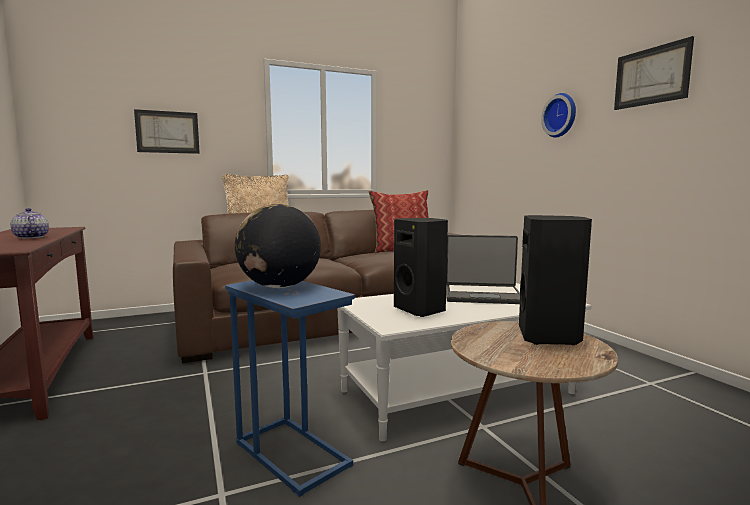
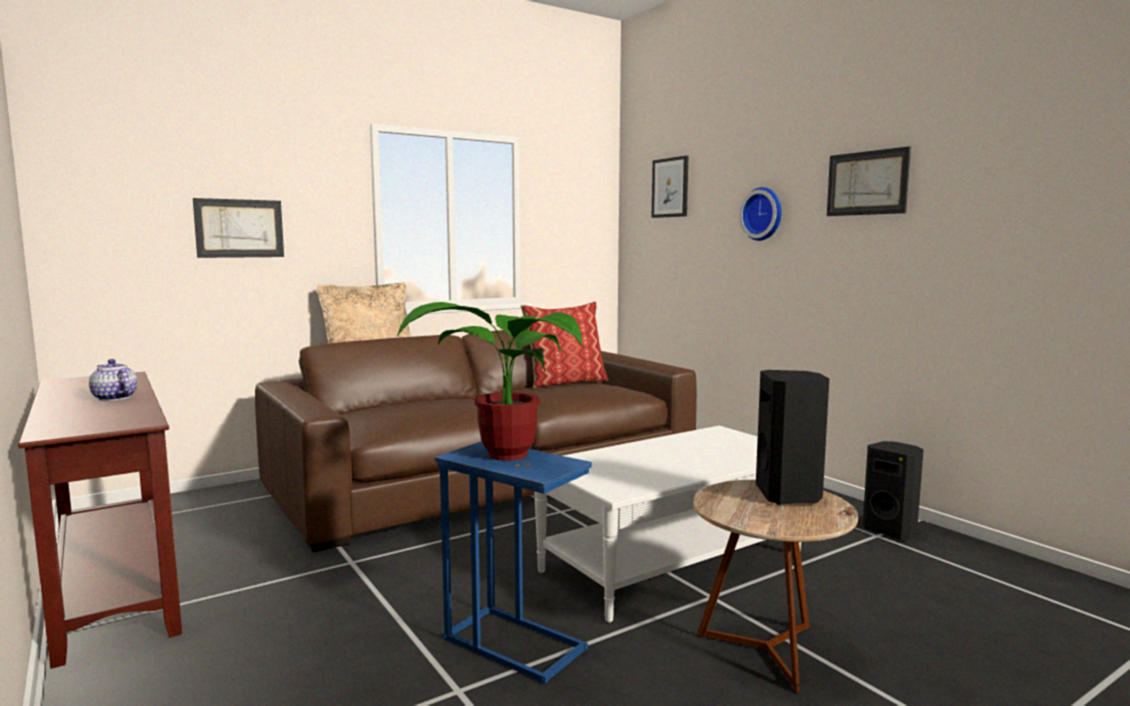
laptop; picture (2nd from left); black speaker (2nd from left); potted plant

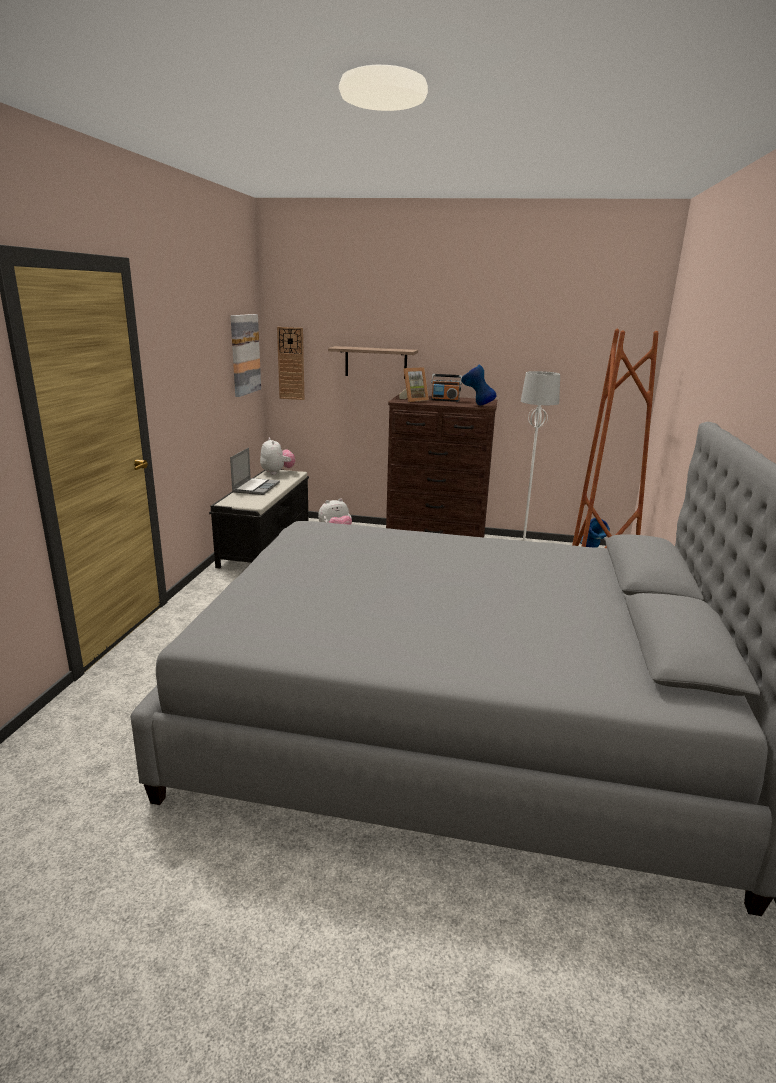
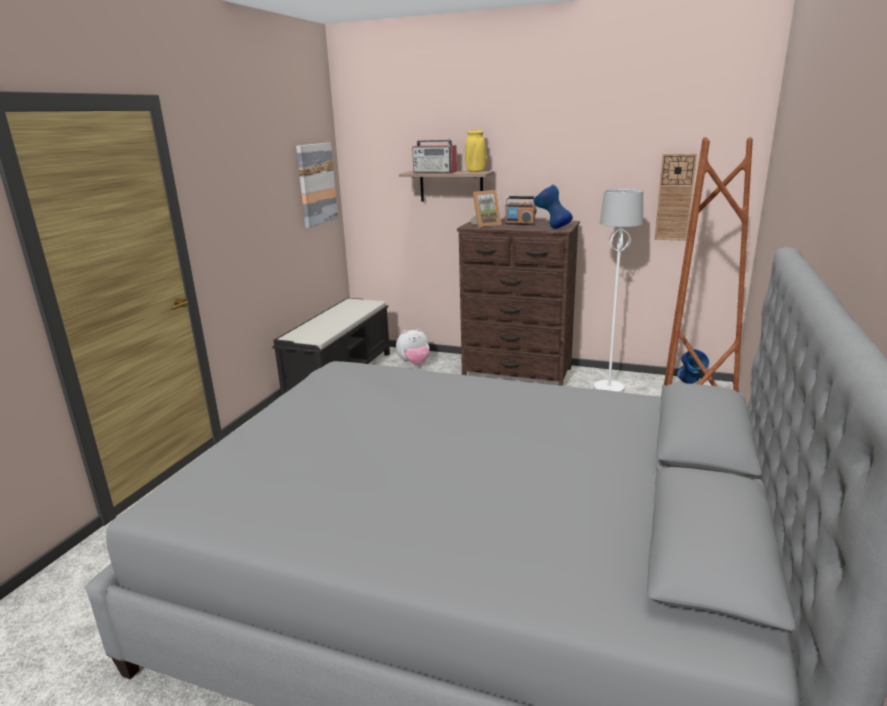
laptop; plush toy (1st from left in the first image); radio (1st from left); yellow vase; wall clock

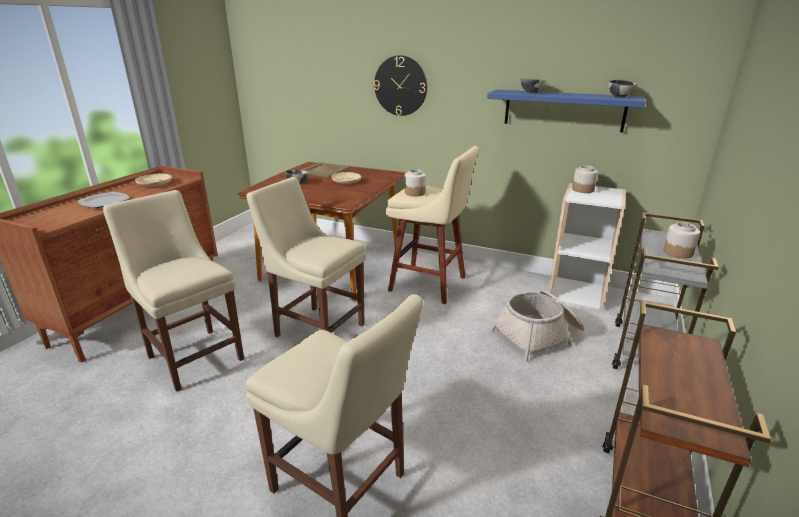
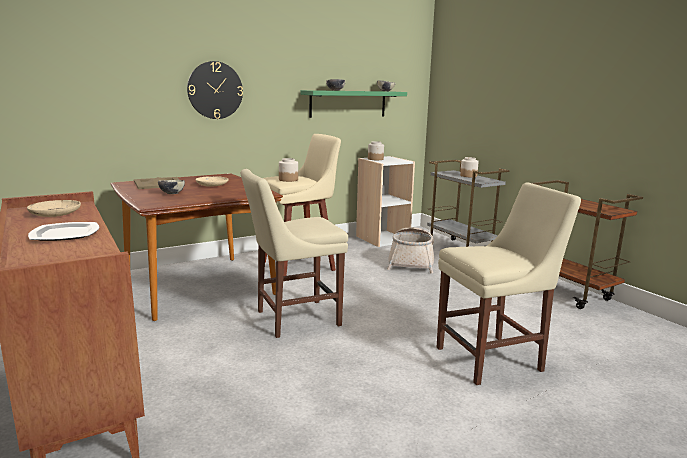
beige chair (1st from left in the first image); green shelf

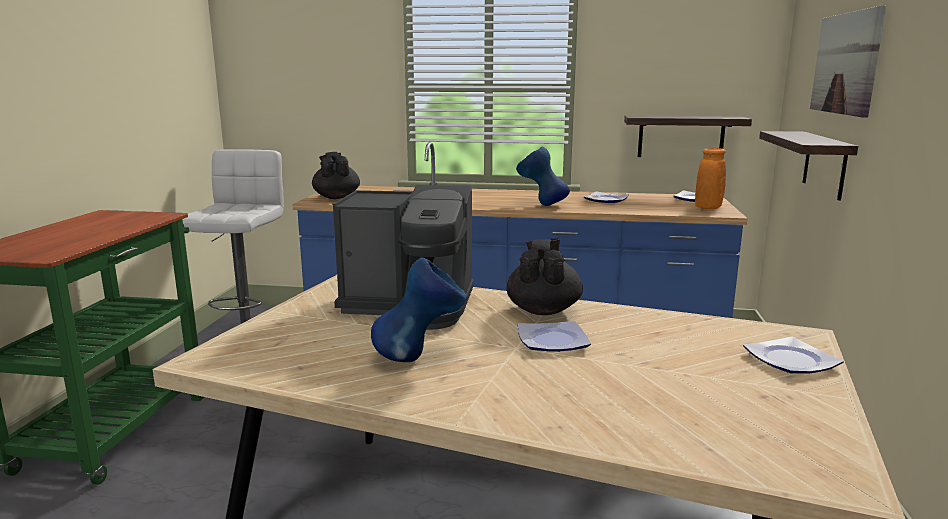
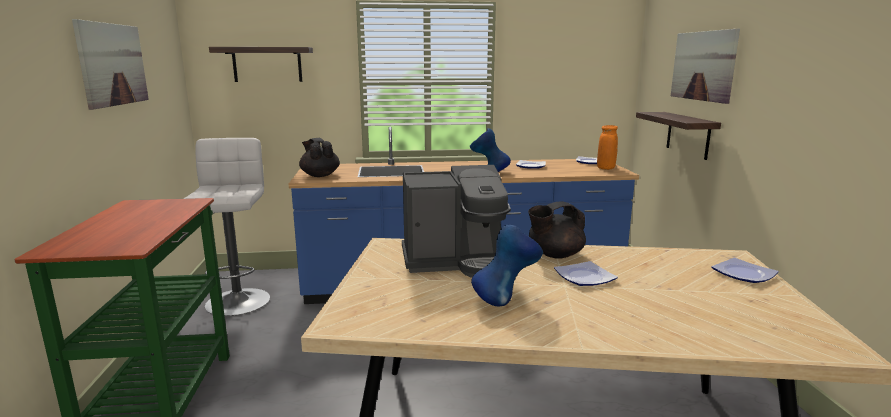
picture (1st from left); shelf (1st from left); black teapot (2nd from left)

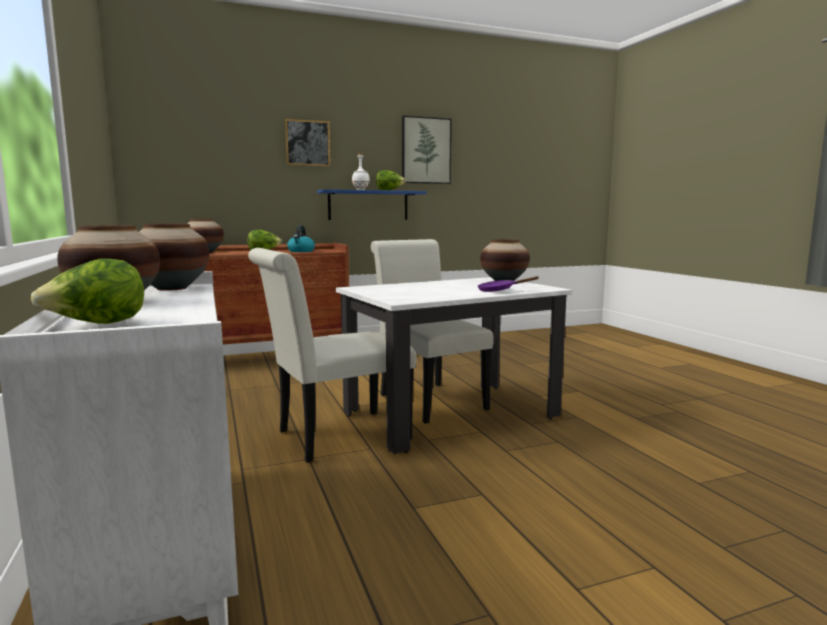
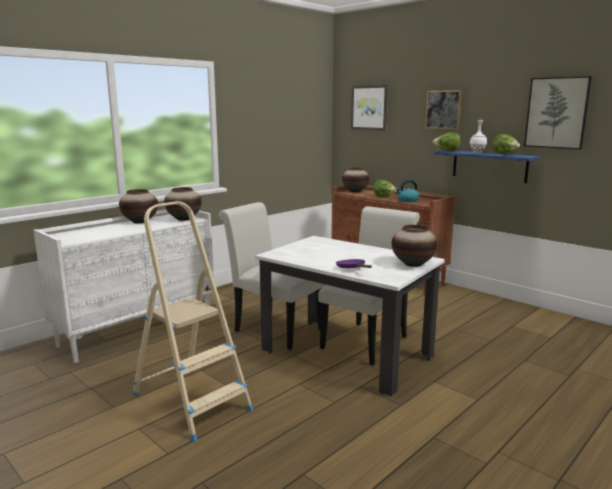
beige step ladder; picture (1st from left); lettuce (2nd from left)

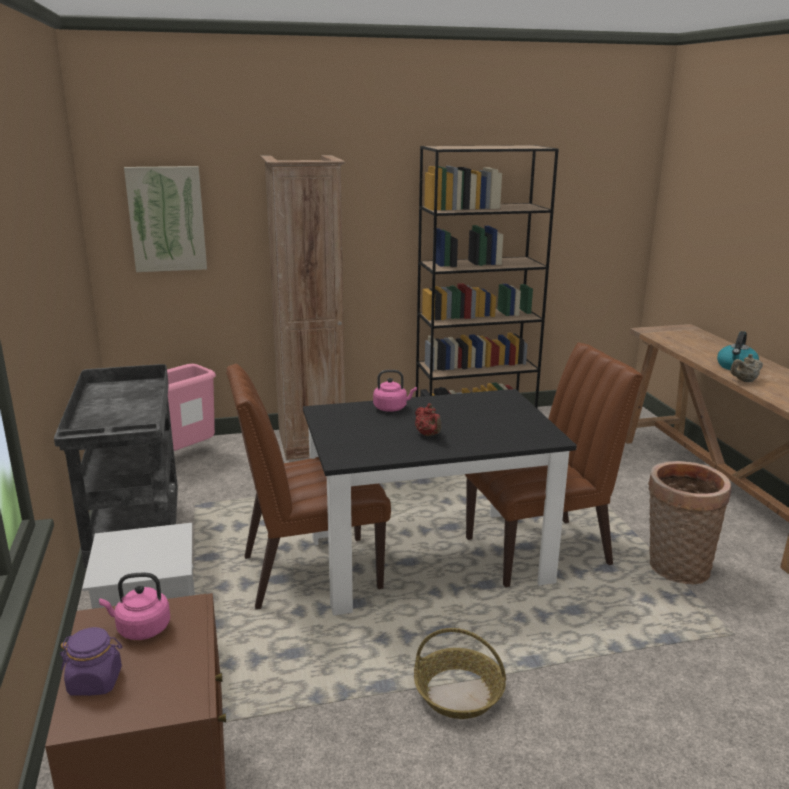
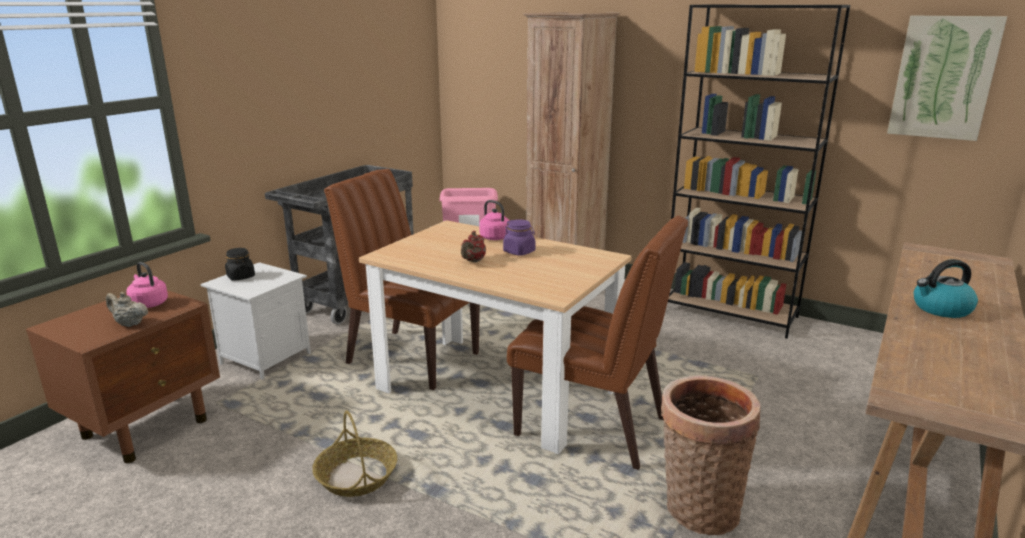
black jar; purple jar; picture; beige teapot; beige dining table

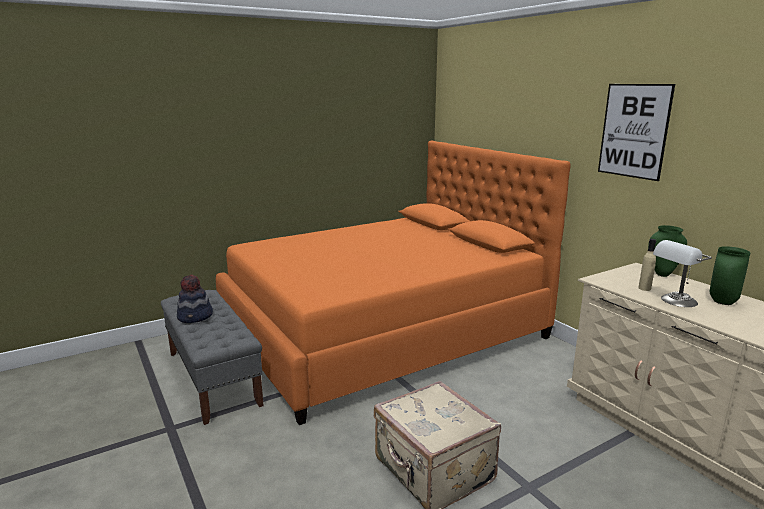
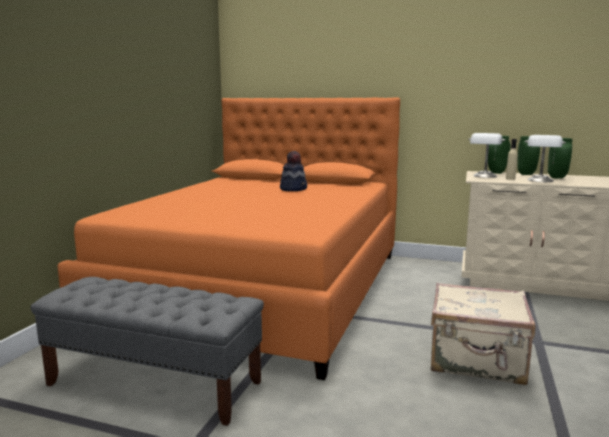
picture; white table lamp (1st from left); green vase (2nd from left); hat

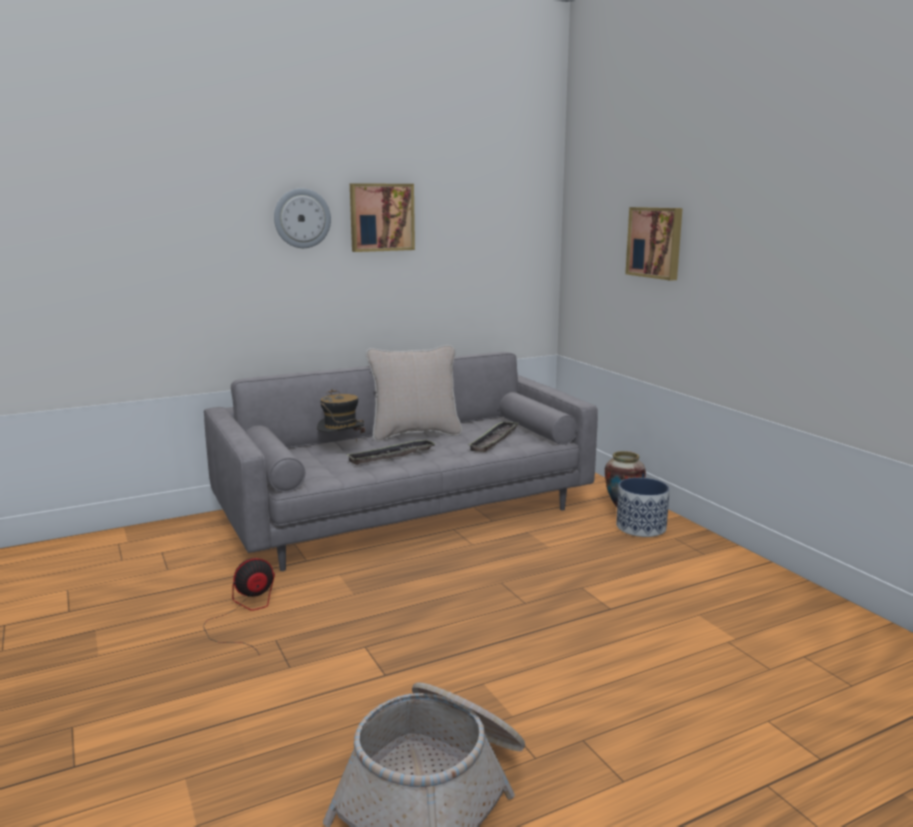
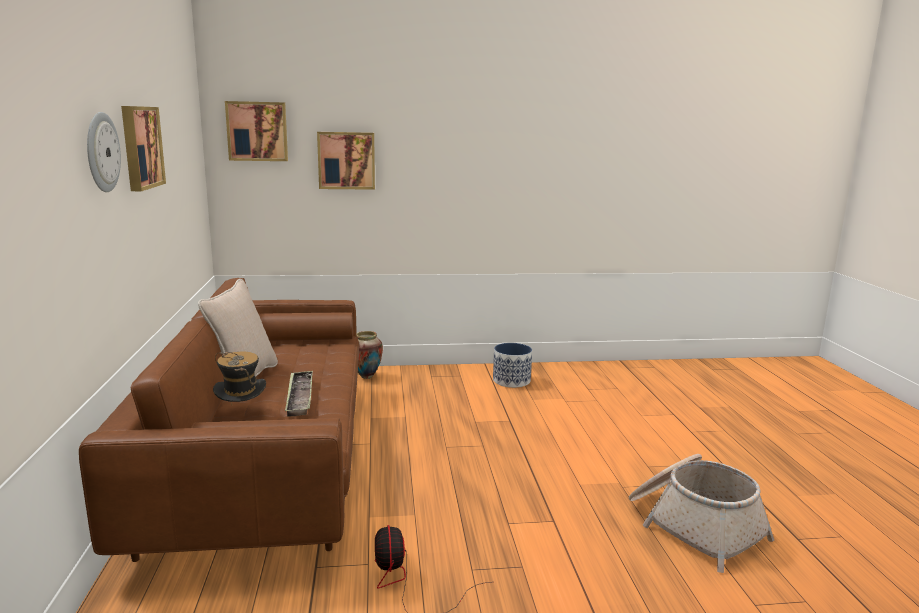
tray (2nd from left in the first image); picture (2nd from left); planter; brown sofa

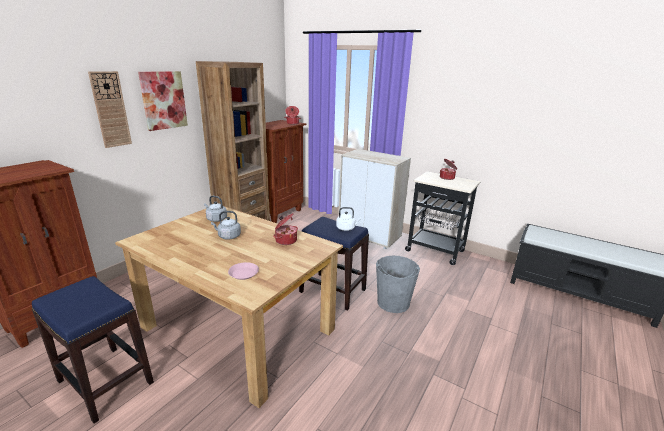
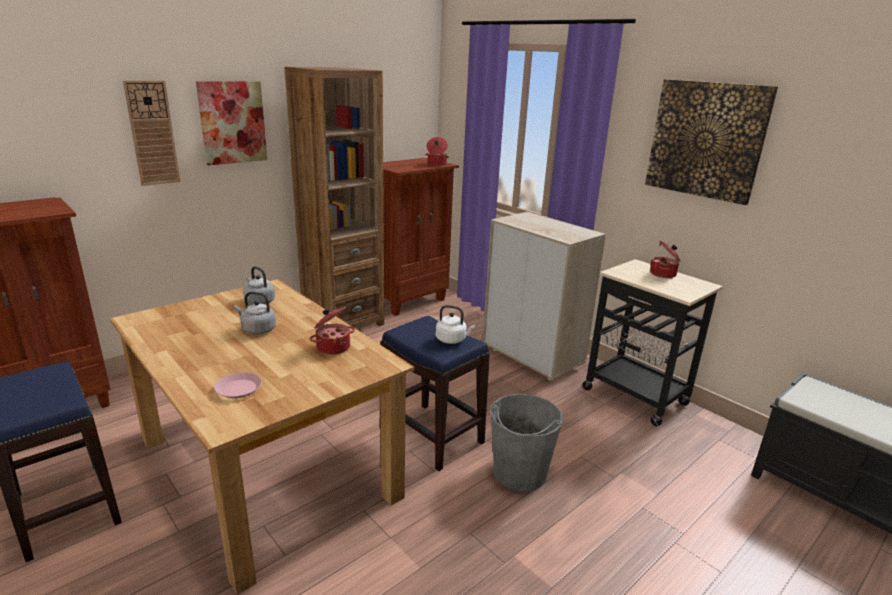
picture (2nd from left)

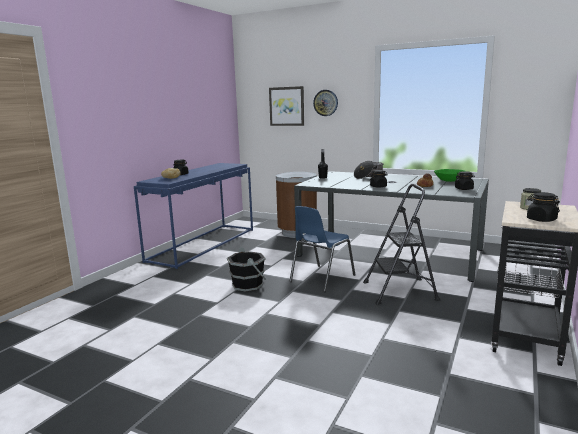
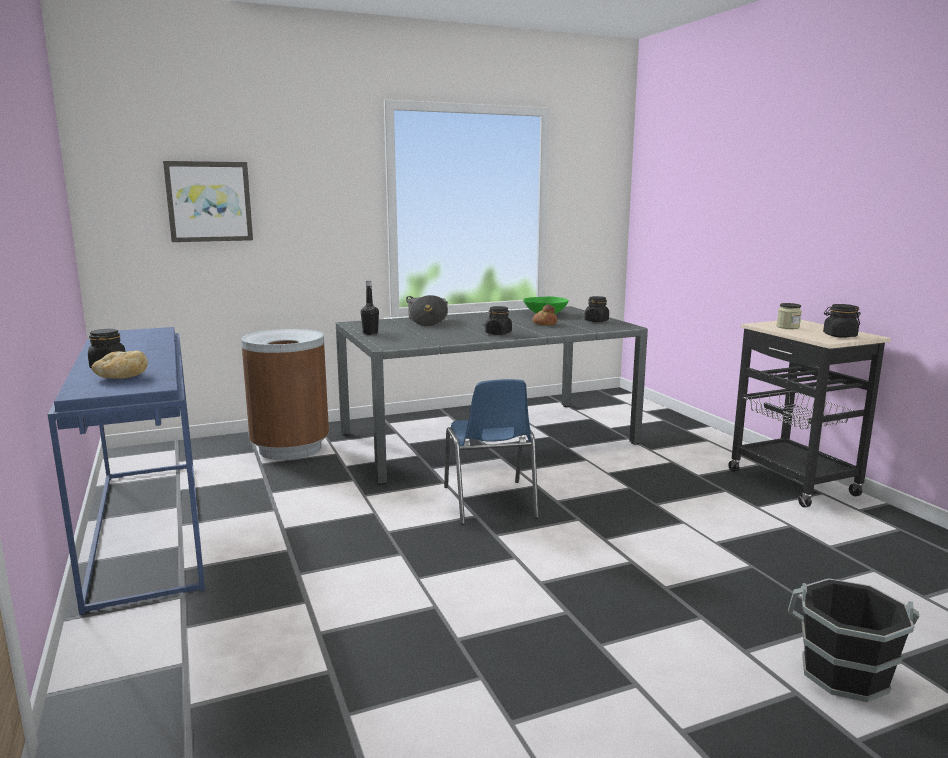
wall clock; black step ladder; black bucket

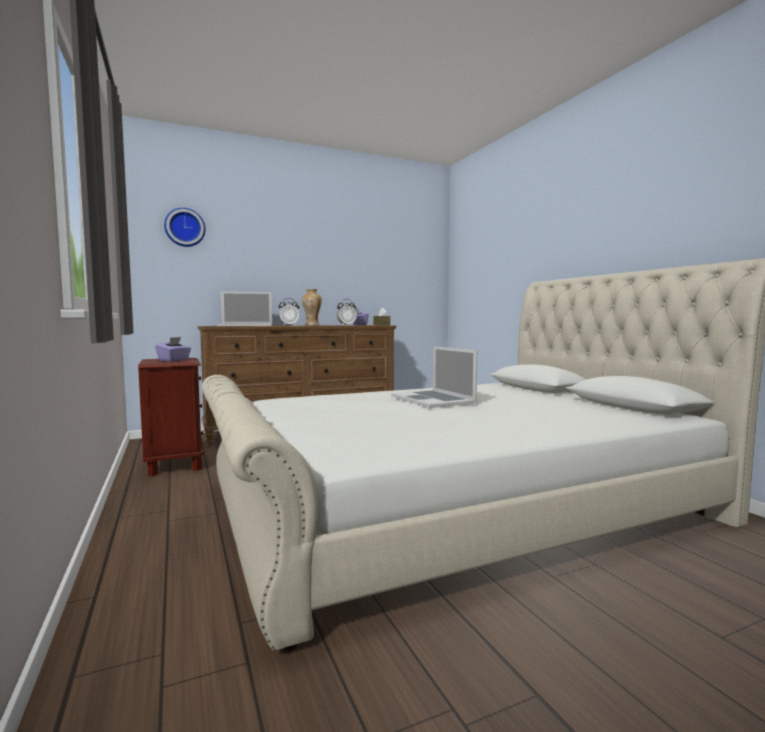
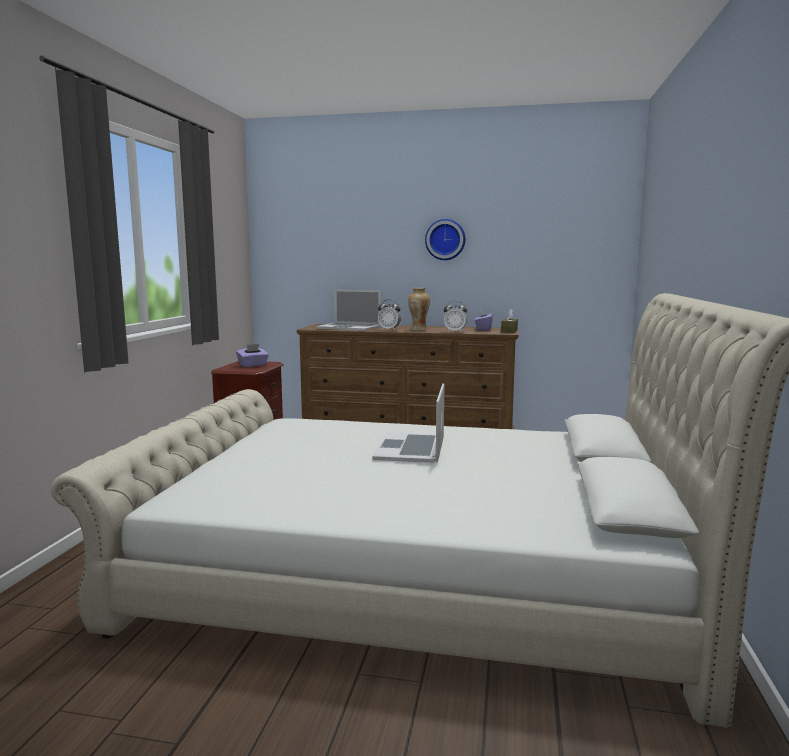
wall clock

